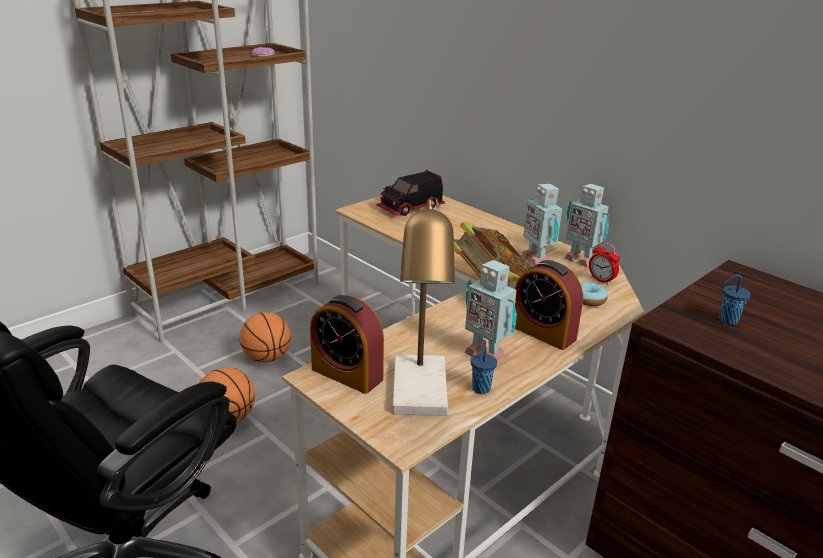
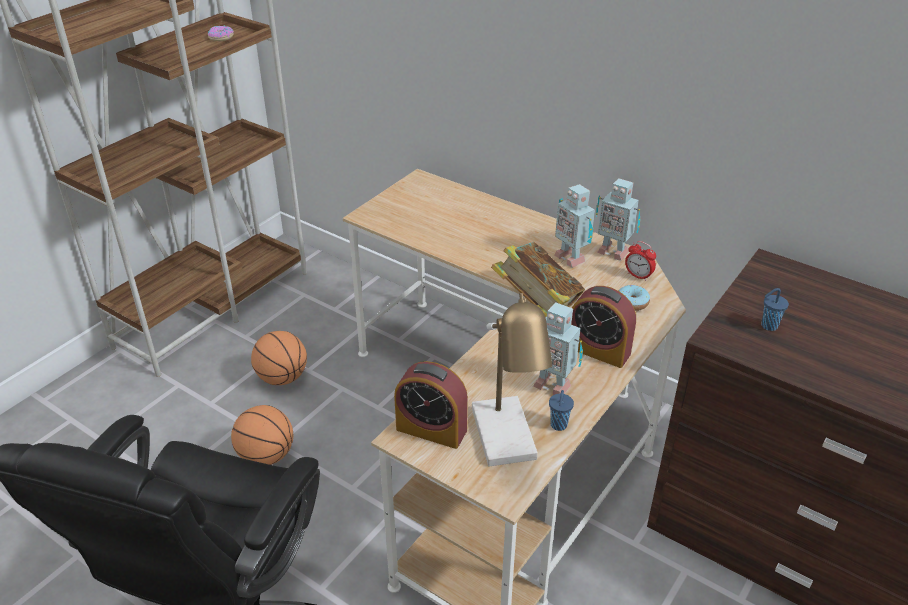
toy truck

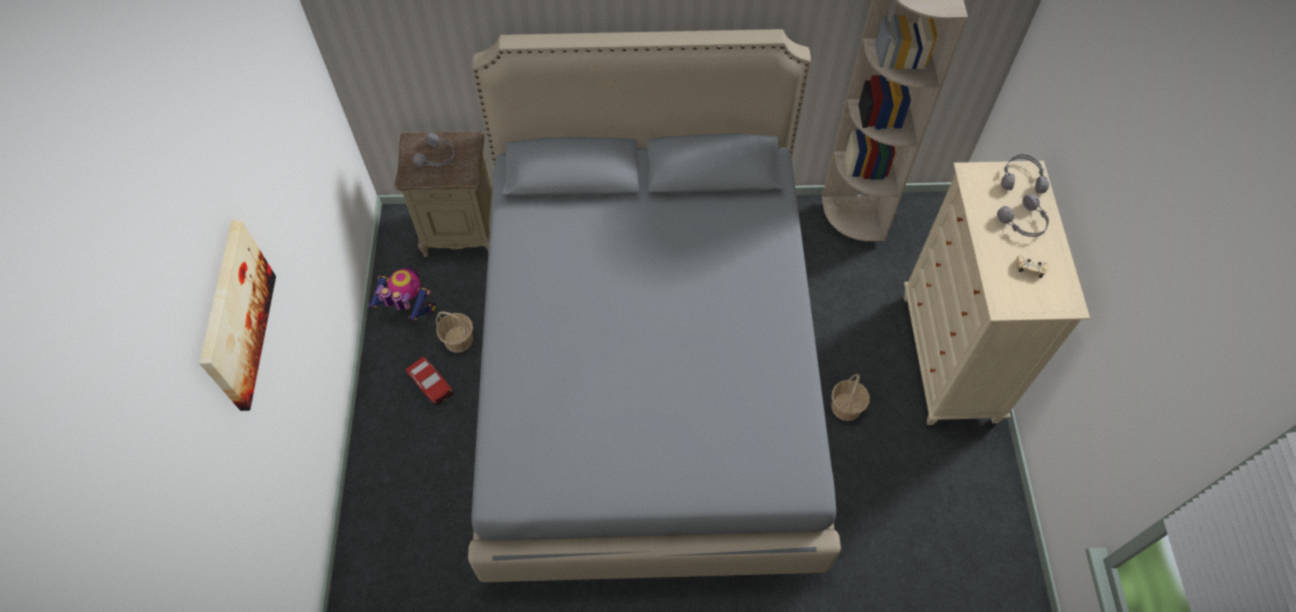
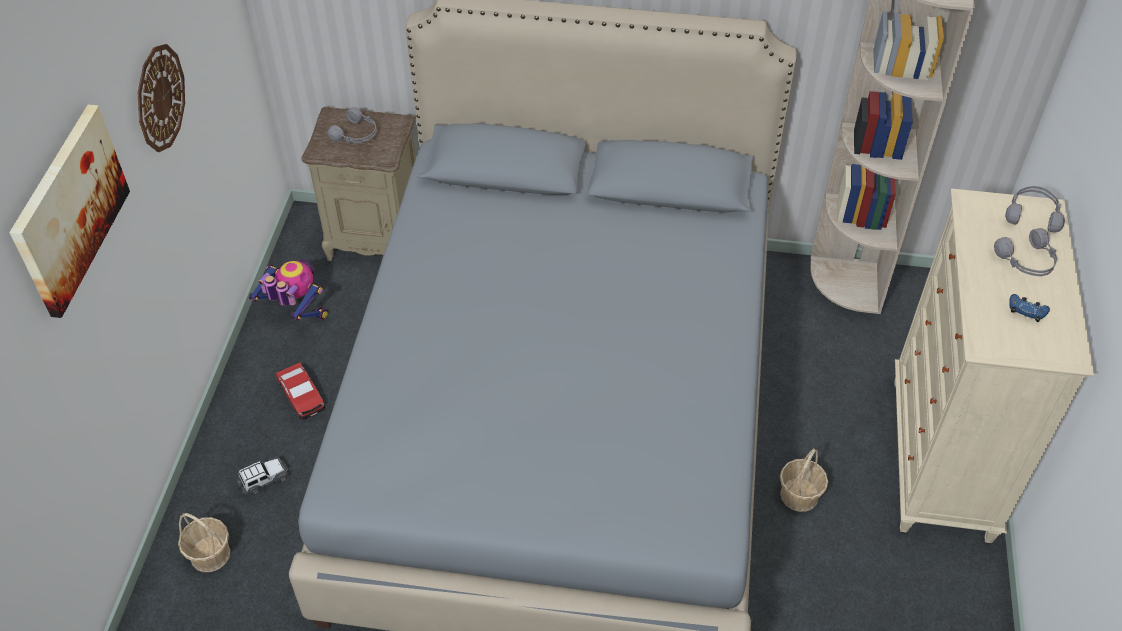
wall clock; toy car (1st from left); basket (1st from left); blue game controller

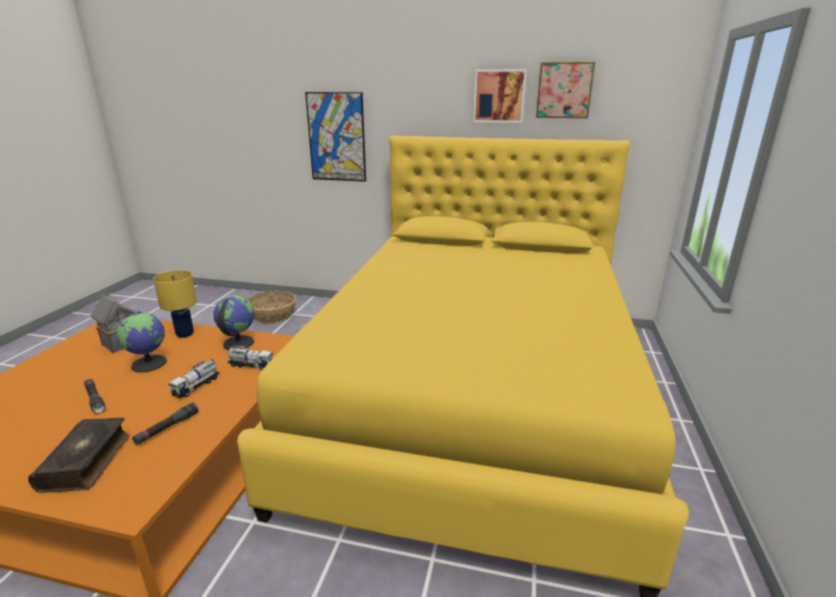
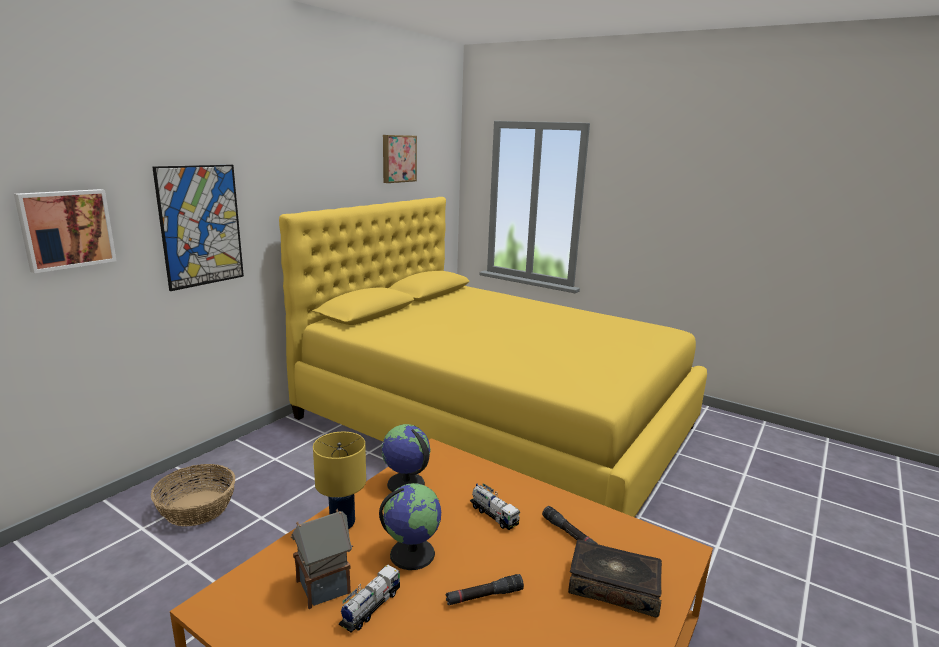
toy truck (1st from left); picture (1st from left)

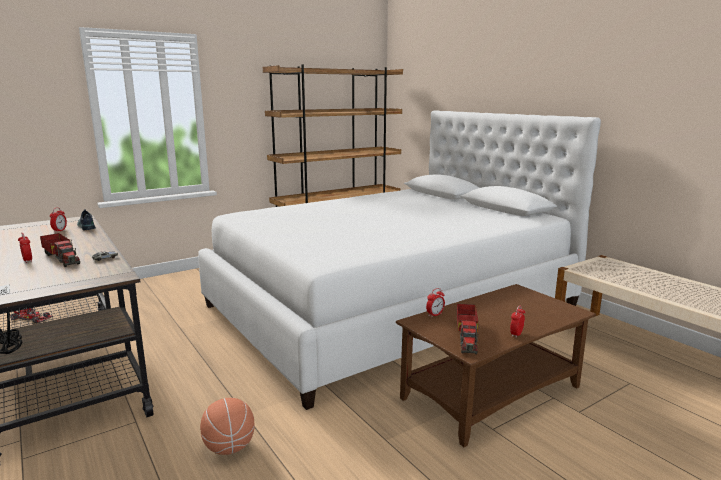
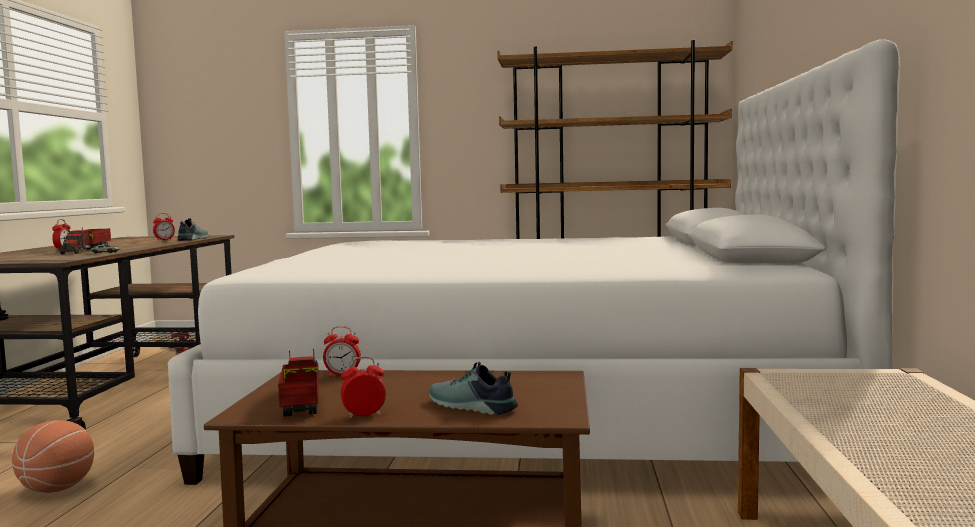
shoe (2nd from left); toy truck (2nd from left)

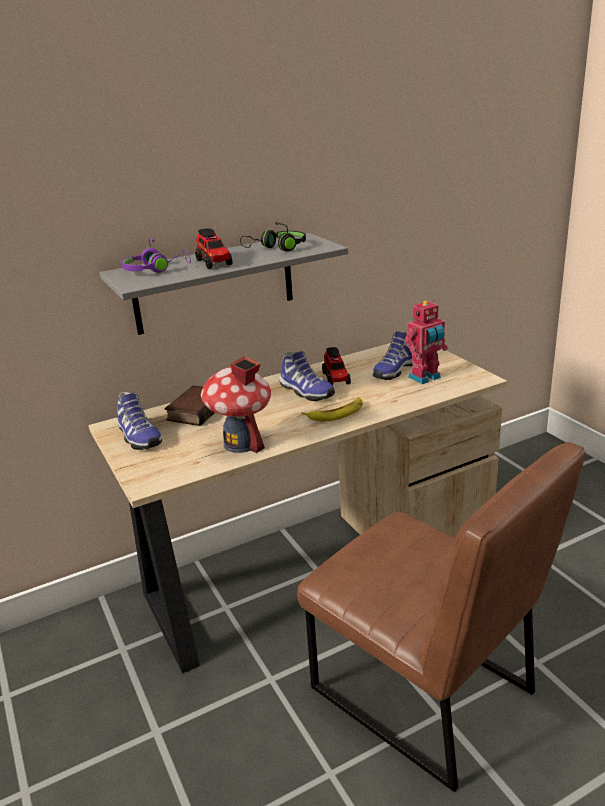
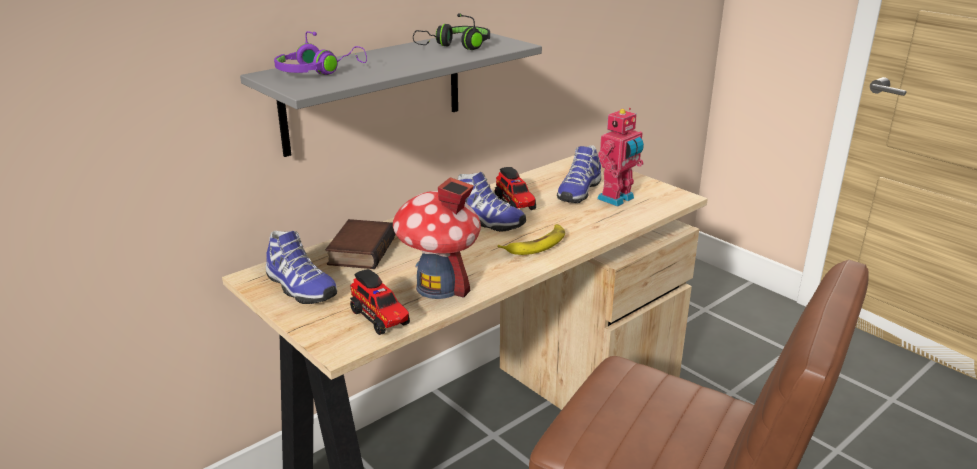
toy truck (1st from left)

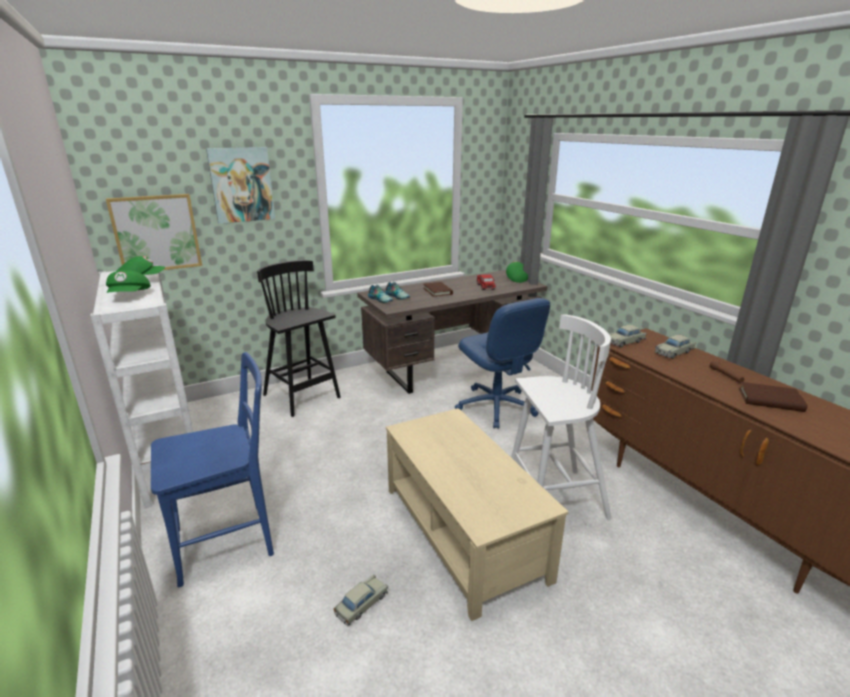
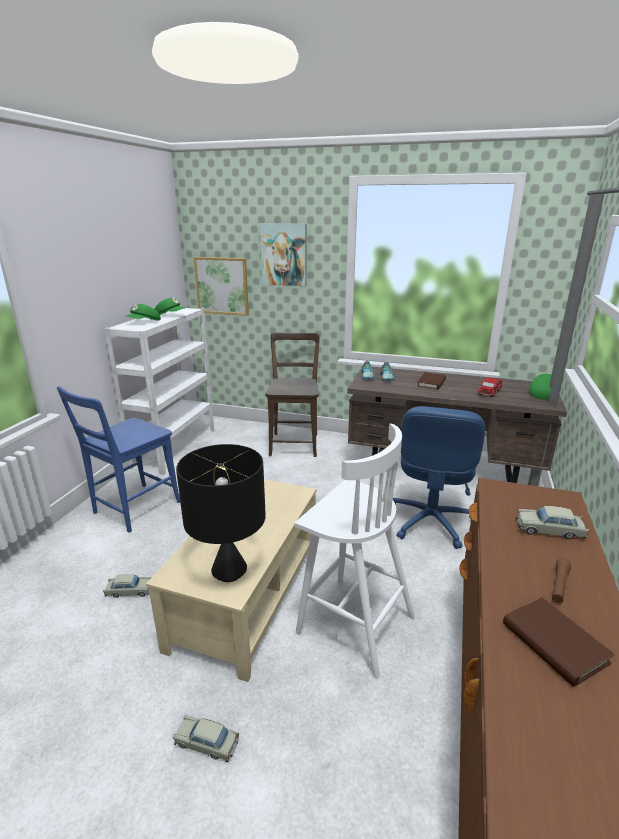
black table lamp; beige toy car (2nd from left); brown chair; blue chair

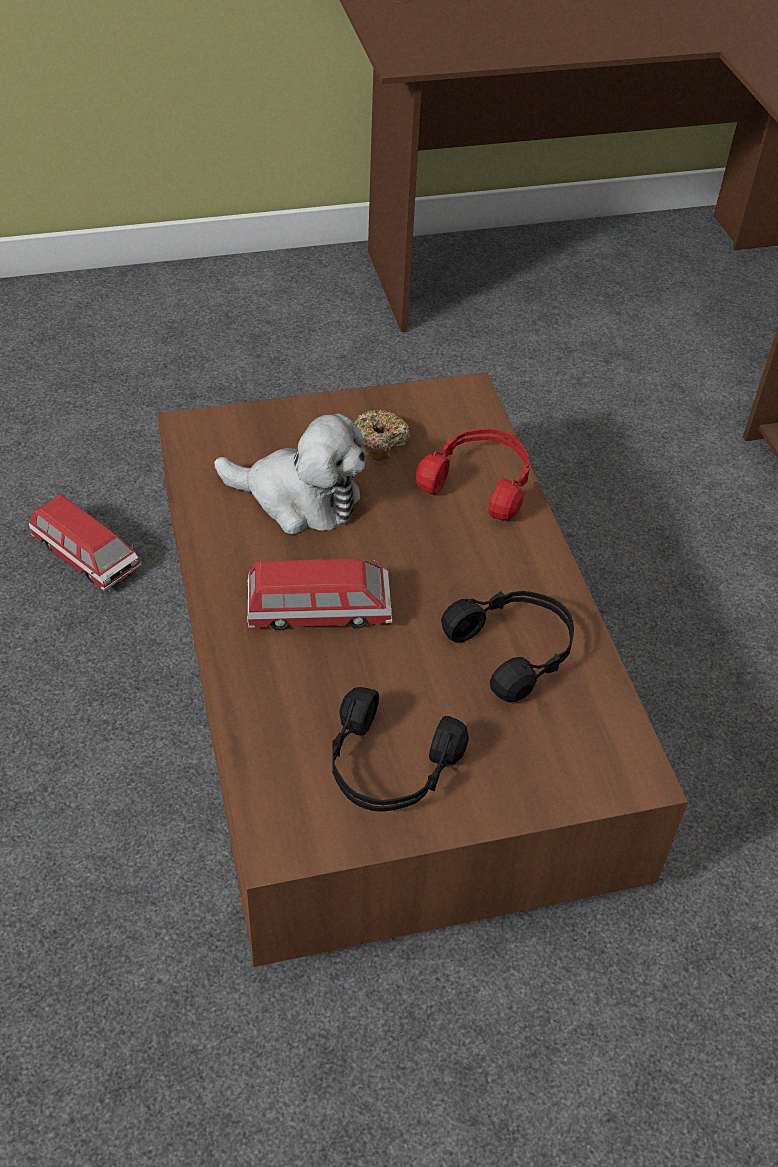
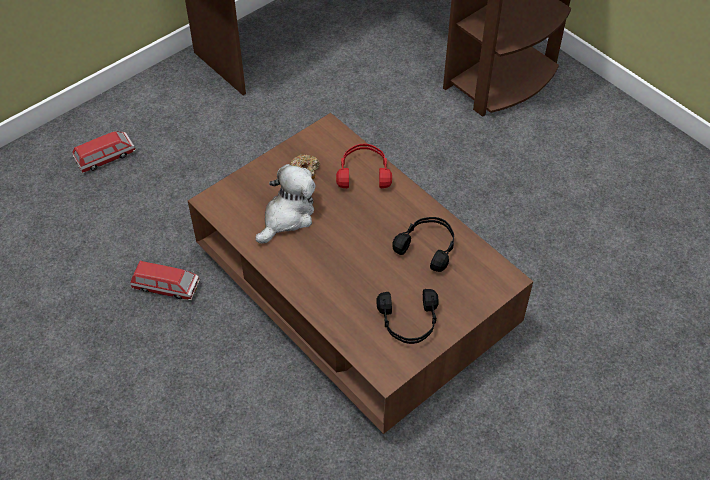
toy car (1st from left); plush toy

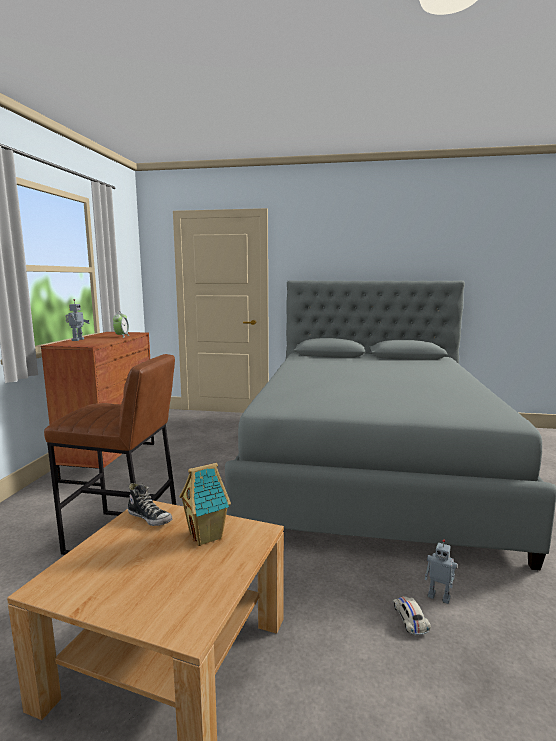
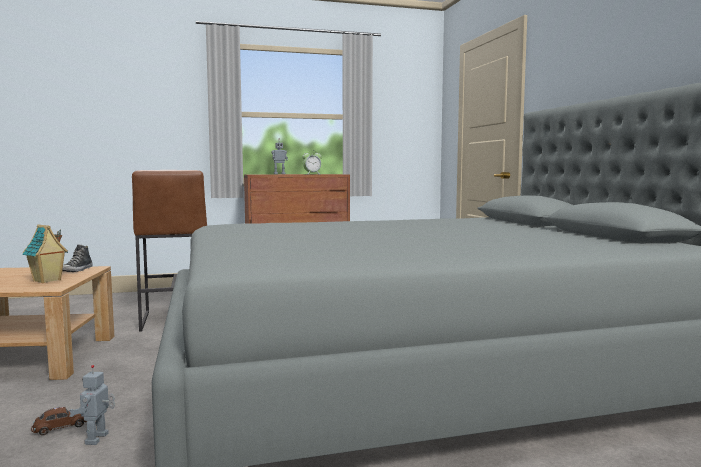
brown toy car

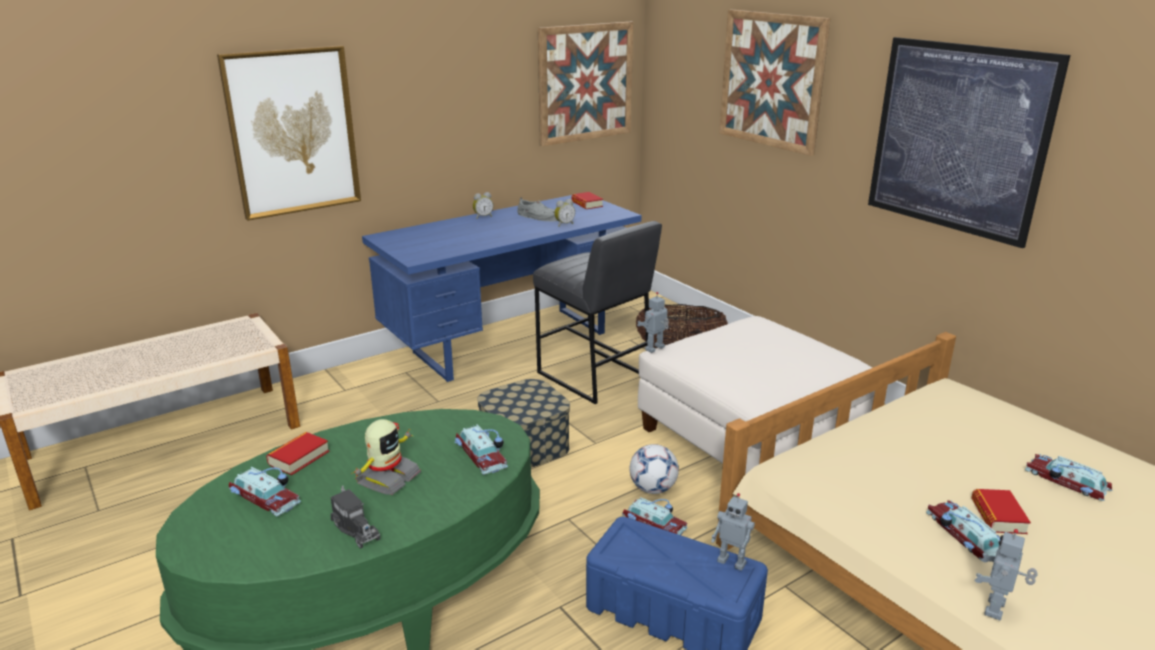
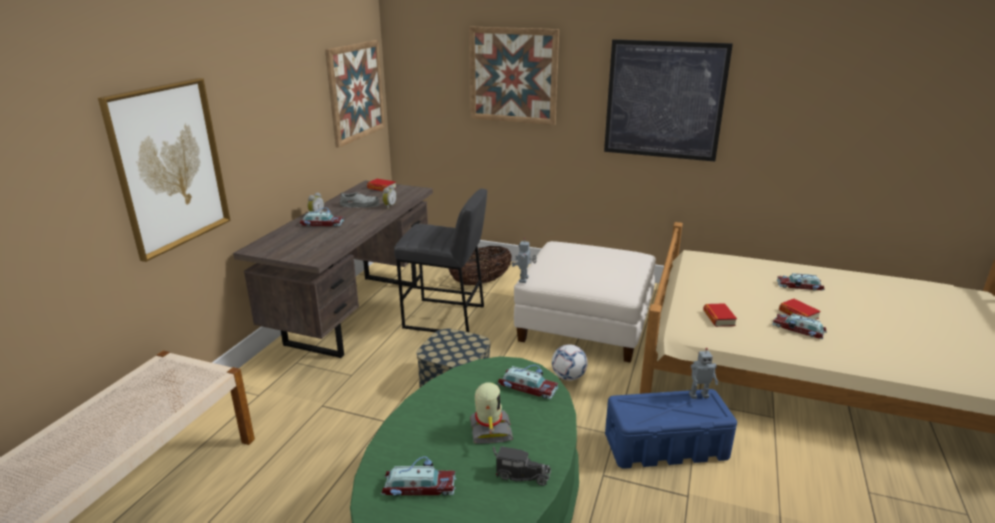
toy robot (4th from left in the first image); book (2nd from left); toy car (1st from left); brown desk

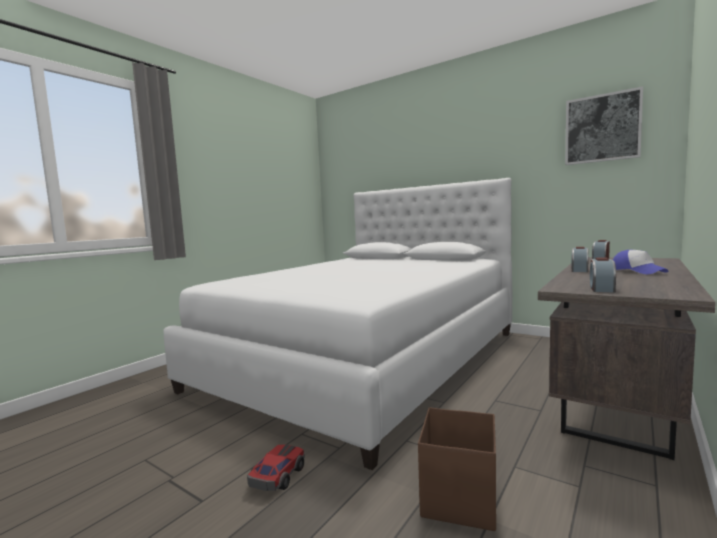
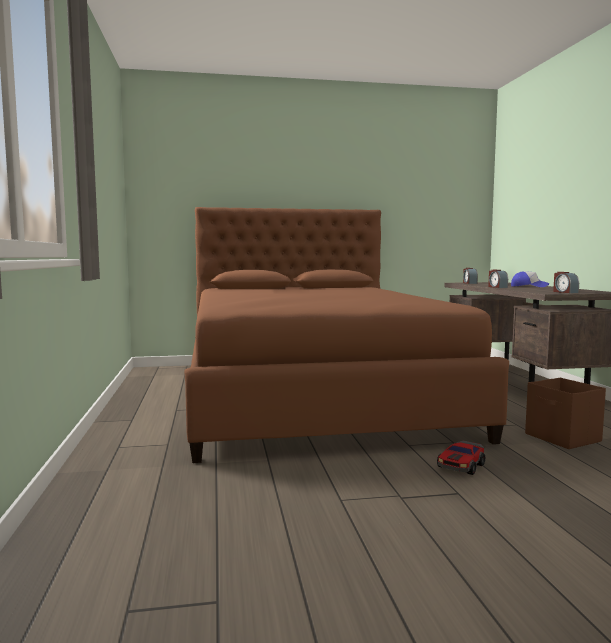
picture; brown bed; toy car

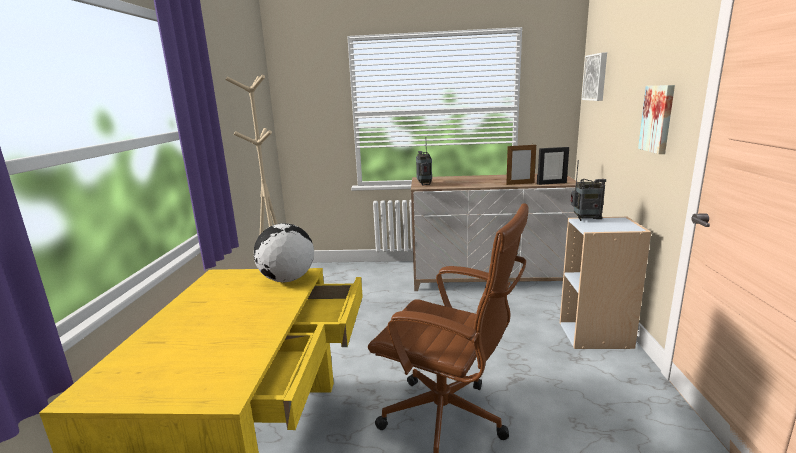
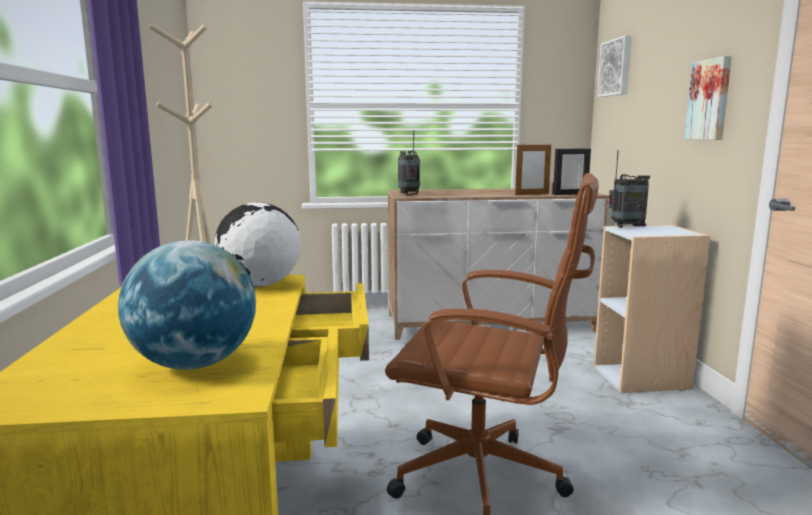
globe (1st from left)

